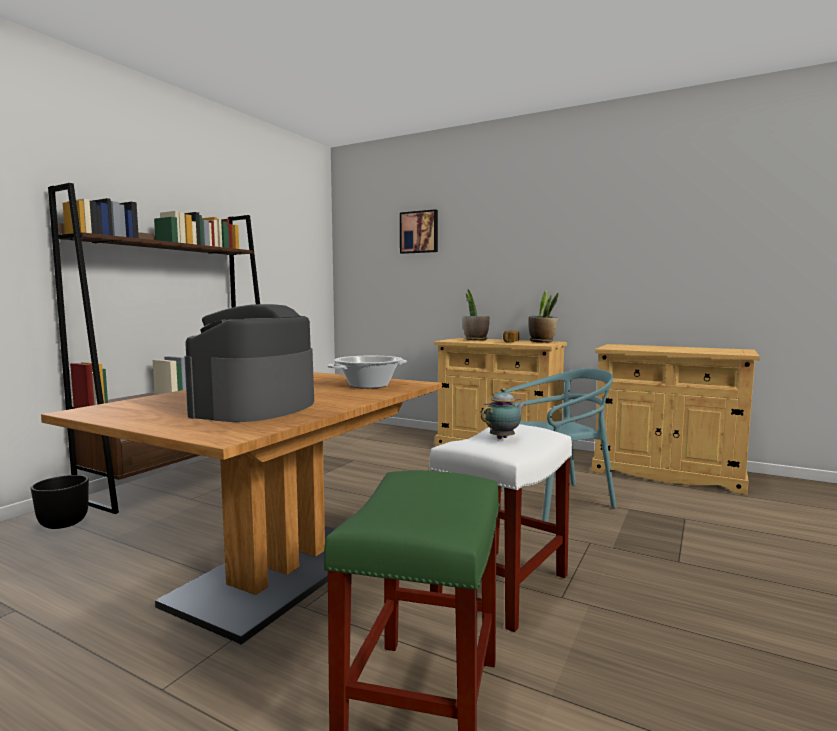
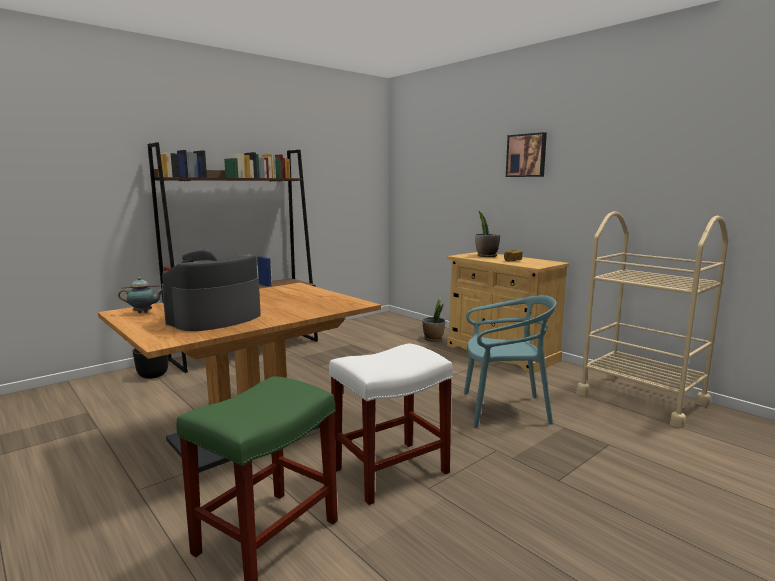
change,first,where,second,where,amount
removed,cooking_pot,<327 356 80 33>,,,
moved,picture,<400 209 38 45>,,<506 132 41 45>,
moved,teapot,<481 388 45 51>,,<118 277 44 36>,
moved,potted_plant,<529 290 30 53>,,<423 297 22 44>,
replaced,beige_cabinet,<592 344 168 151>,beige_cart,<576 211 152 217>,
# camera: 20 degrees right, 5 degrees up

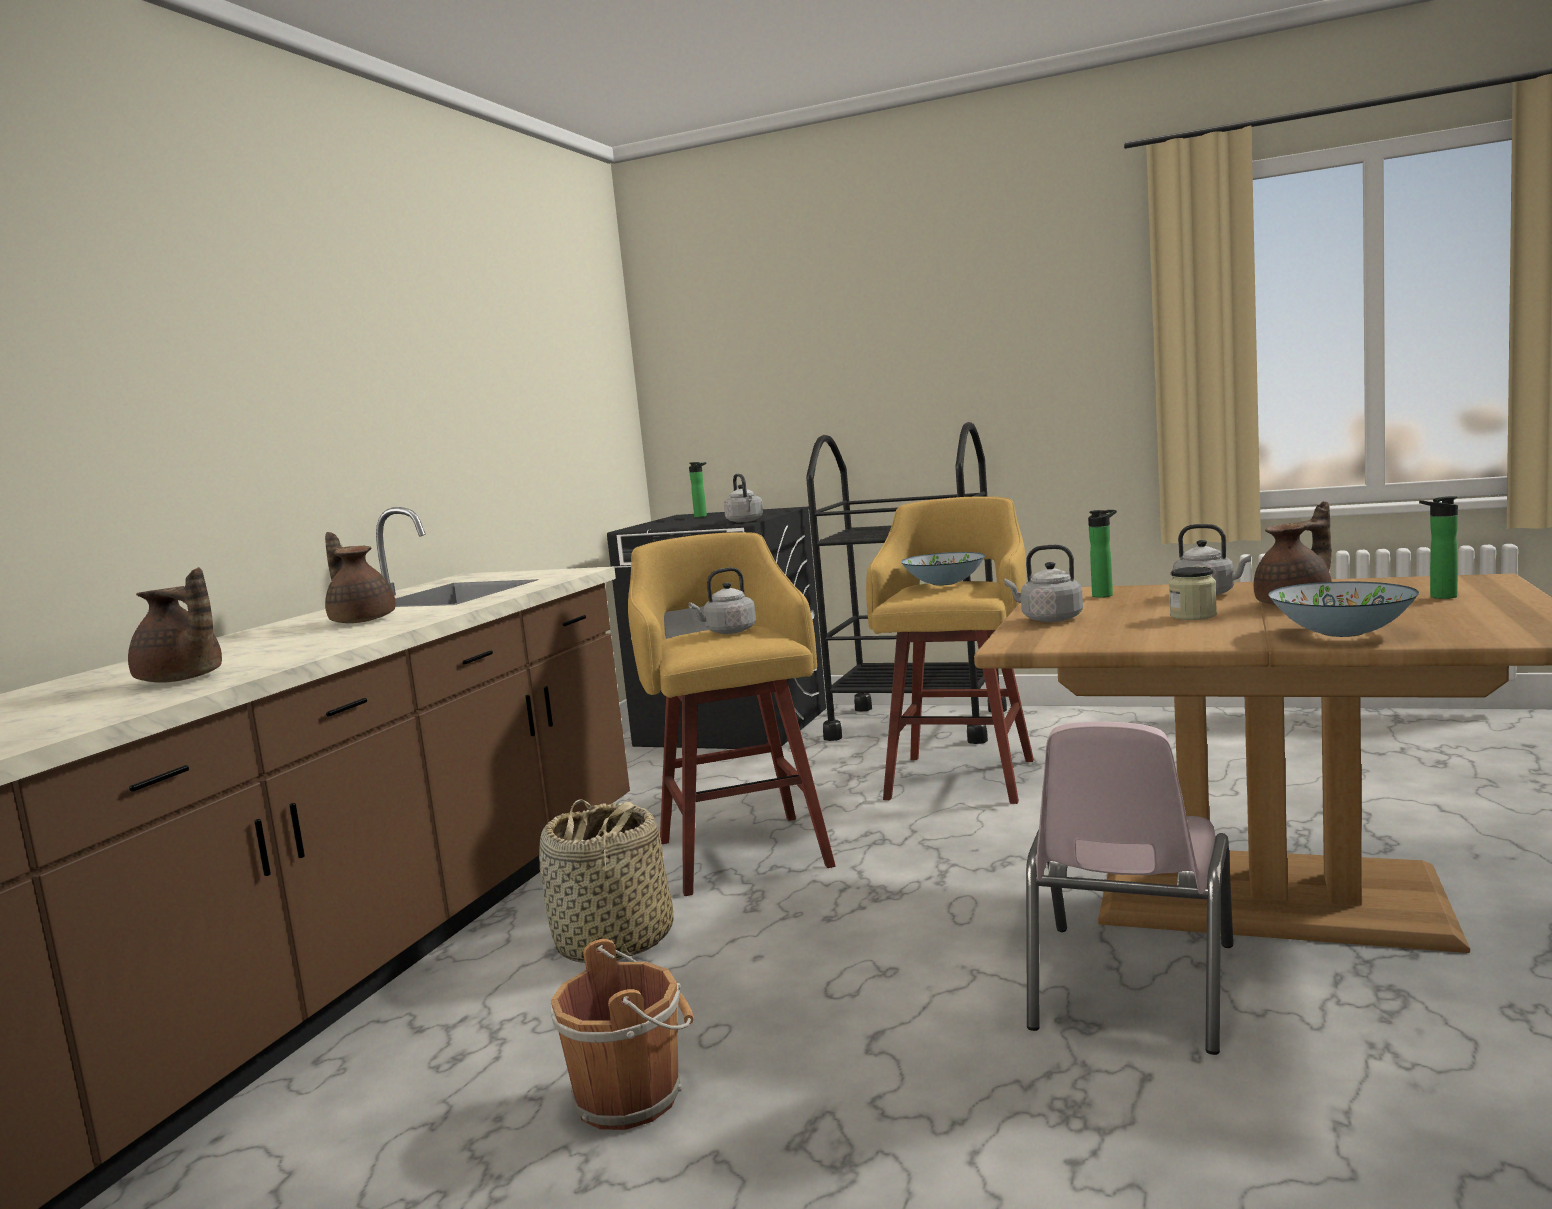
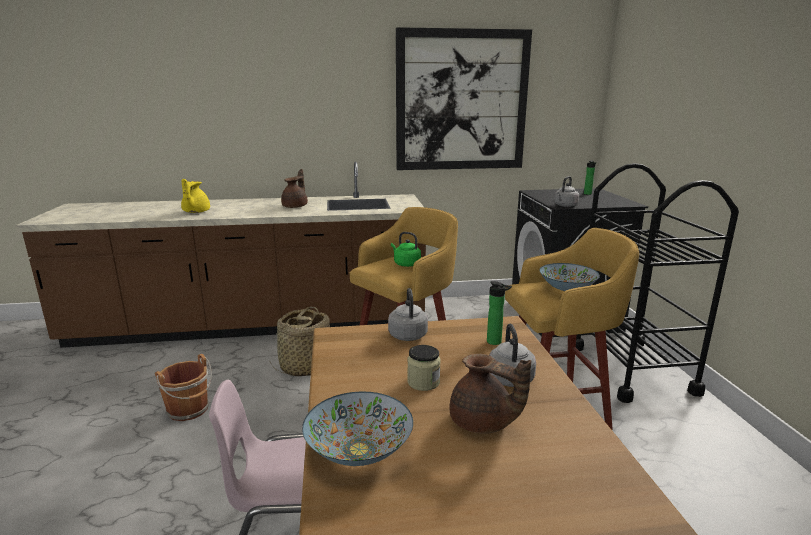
change,first,where,second,where,amount
recoloured,brown_teapot,<128 567 94 116>,yellow_teapot,<181 179 29 34>,
recoloured,grey_kettle,<688 567 68 67>,green_kettle,<391 232 30 35>,
removed,bottle,<1419 496 39 103>,,,
added,,,picture,<396 27 136 143>,
# camera: 60 degrees right, 10 degrees up

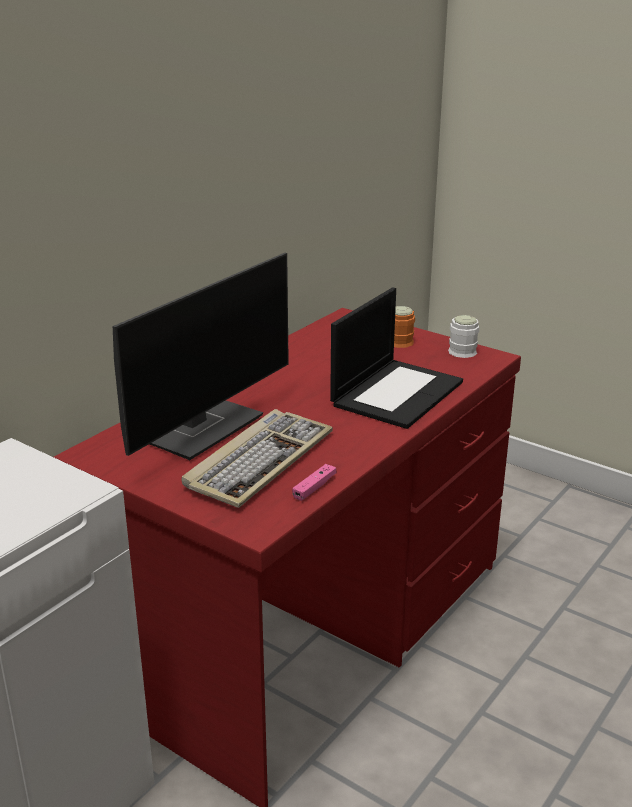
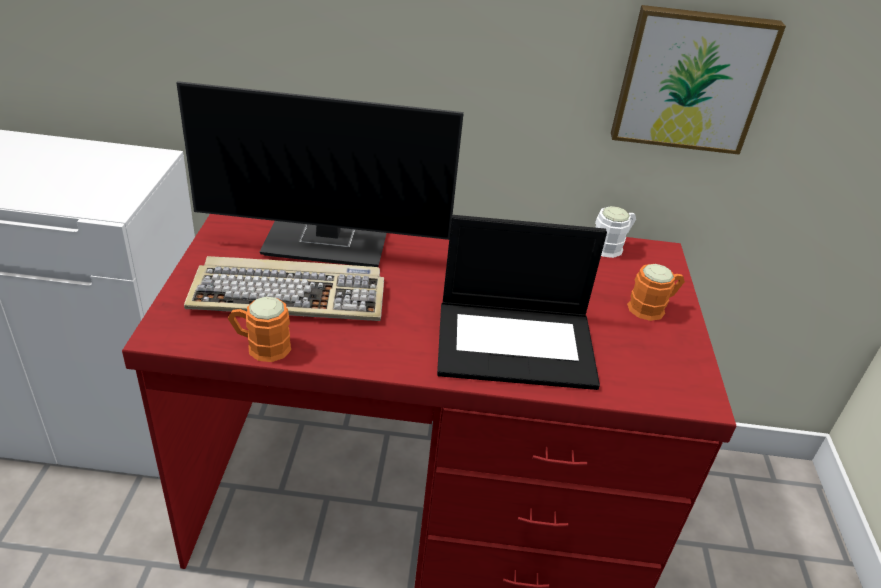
change,first,where,second,where,amount
replaced,pink_game_controller,<292 464 44 37>,orange_mug,<228 297 63 65>,
moved,white_mug,<448 315 31 43>,,<595 206 41 52>,
added,,,picture,<611 5 175 150>,
# camera: 55 degrees right, 10 degrees up

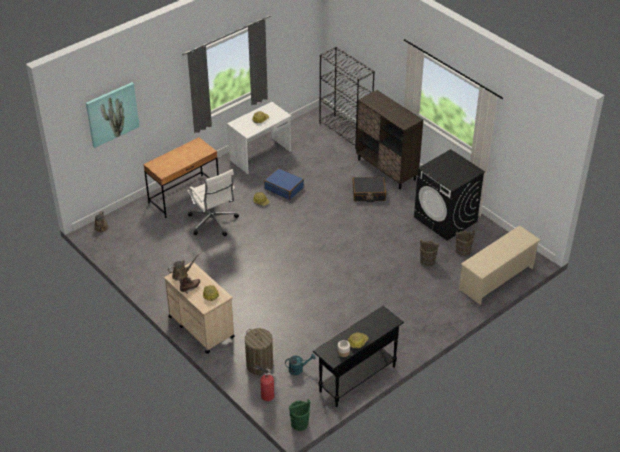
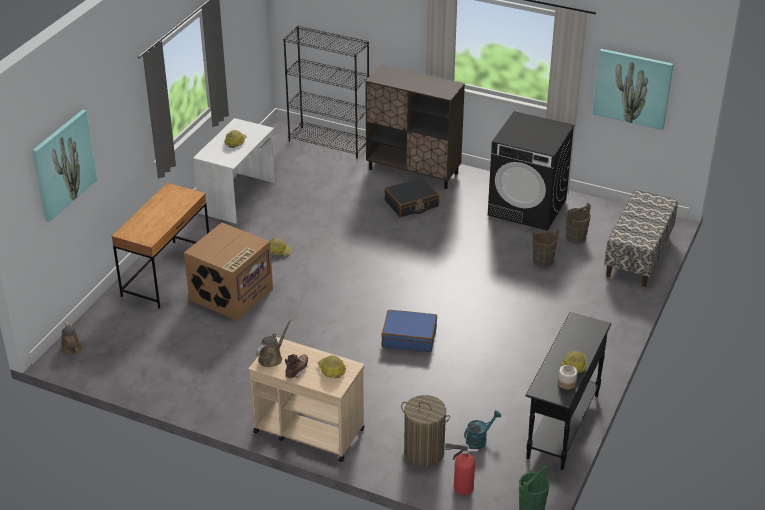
change,first,where,second,where,amount
replaced,white_office_chair,<187 169 52 67>,cardboard_box,<184 223 89 98>,
moved,blue_suitcase,<264 168 40 32>,,<381 310 56 42>,
replaced,beige_shoe_rack,<459 225 81 80>,bench,<604 190 74 97>,
added,,,picture,<593 49 80 81>,
# camera: 25 degrees left, 5 degrees down

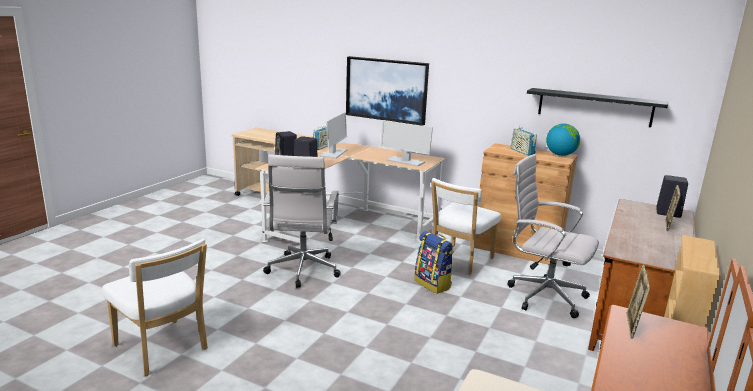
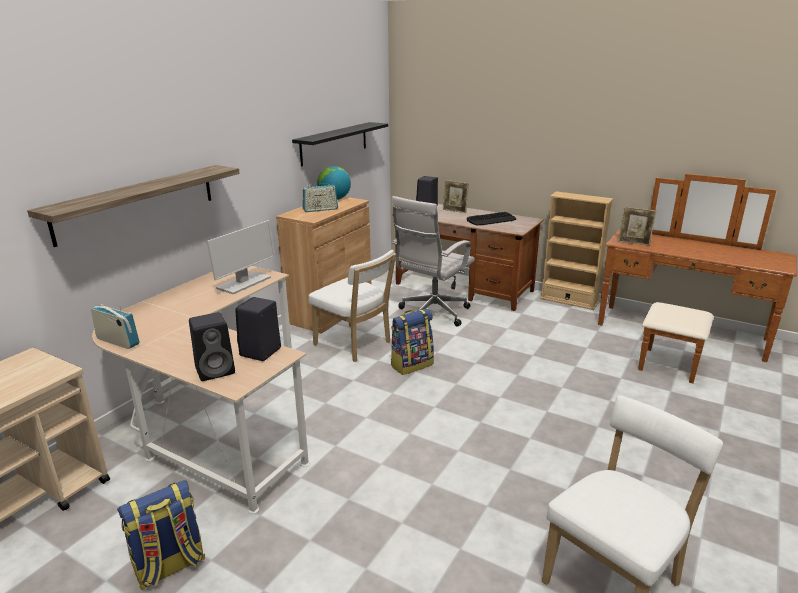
change,first,where,second,where,amount
removed,white_office_chair,<263 154 78 134>,,,
removed,monitor,<320 112 27 47>,,,
replaced,picture,<346 56 83 70>,shelf,<27 165 213 82>,
added,,,backpack,<117 480 88 110>,
added,,,keyboard,<466 212 50 13>,
# camera: 85 degrees left, 5 degrees up

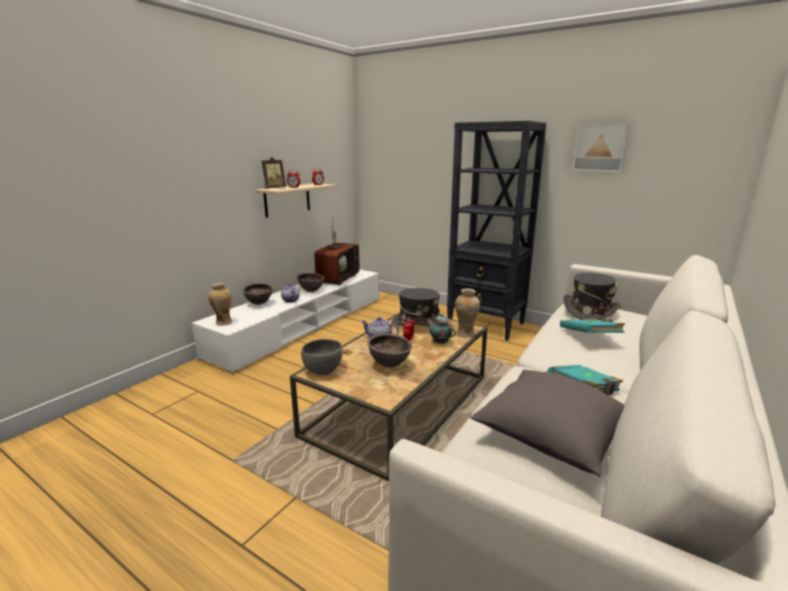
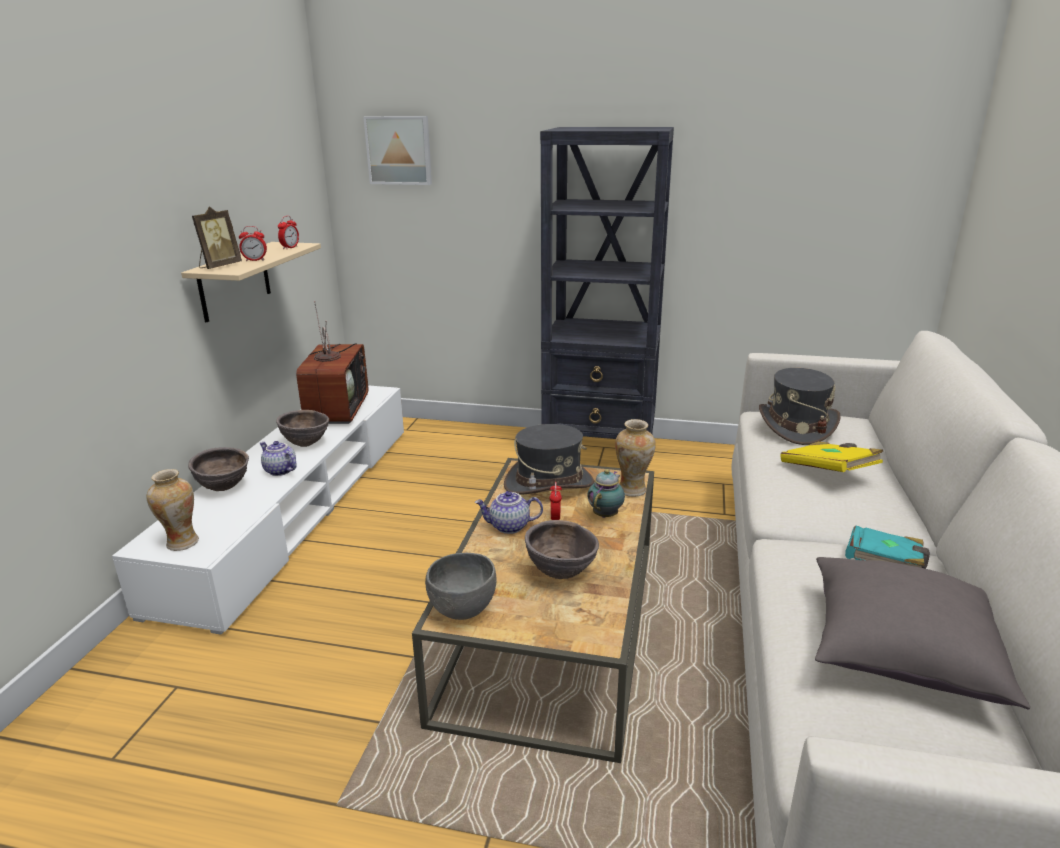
change,first,where,second,where,amount
turned,teapot,<426 313 30 32>,,<587 469 38 49>,90 degrees clockwise
recoloured,turquoise_book,<560 318 65 15>,yellow_book,<780 441 104 31>,
moved,picture,<572 122 58 50>,,<363 116 69 69>,
# camera: 20 degrees left, 5 degrees up

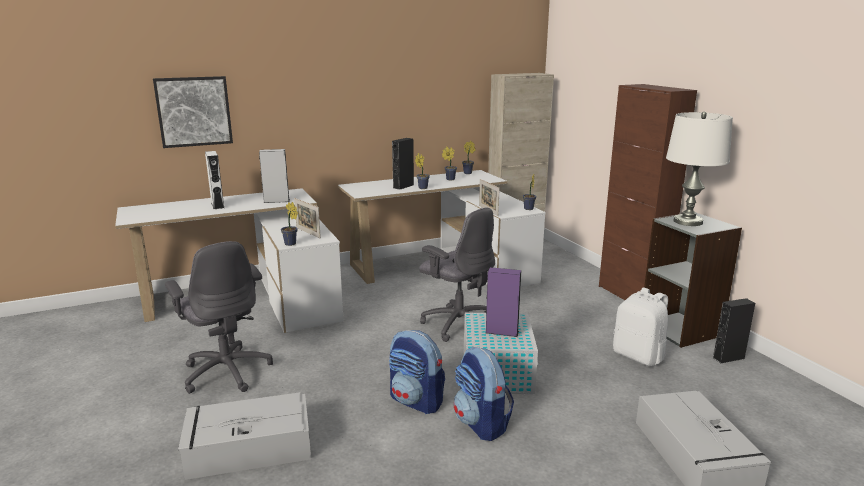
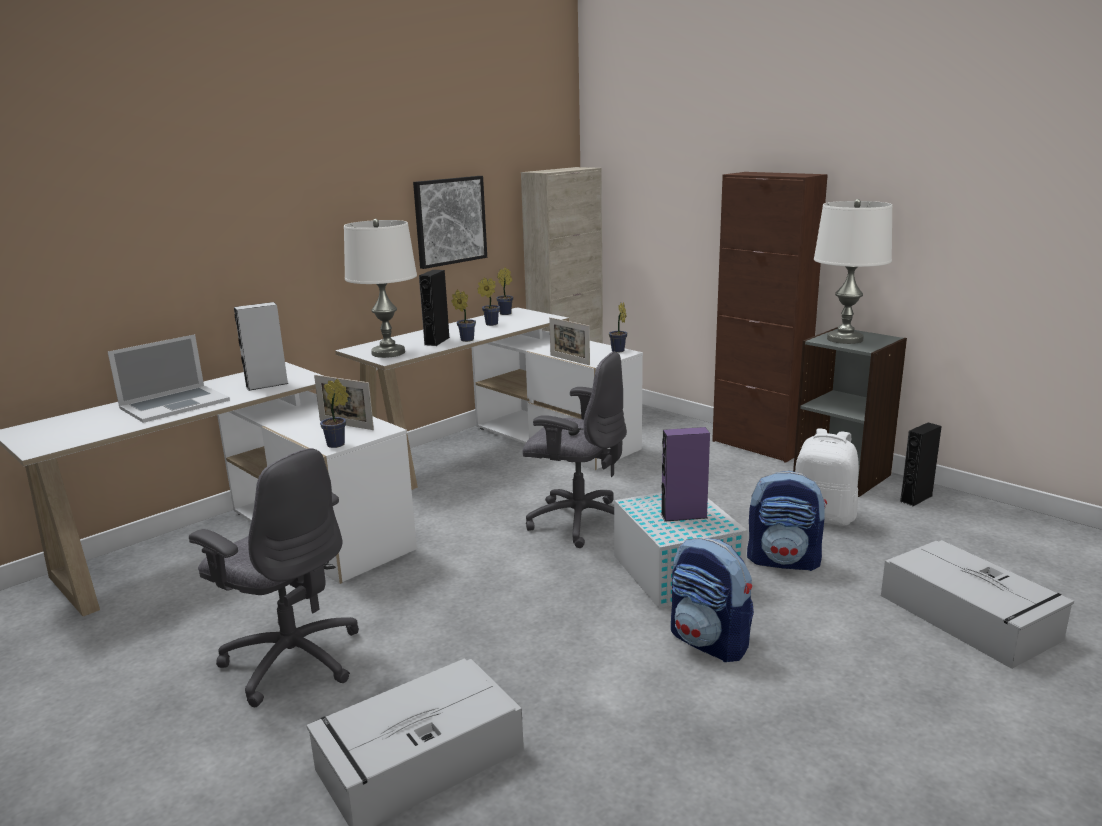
change,first,where,second,where,amount
moved,picture,<153 76 80 72>,,<413 176 74 93>,
replaced,white_speaker,<205 151 19 58>,laptop,<108 334 122 89>,
moved,backpack,<389 330 56 84>,,<747 471 80 100>,
added,,,white_table_lamp,<344 219 73 139>,
# camera: 20 degrees left, 0 degrees up

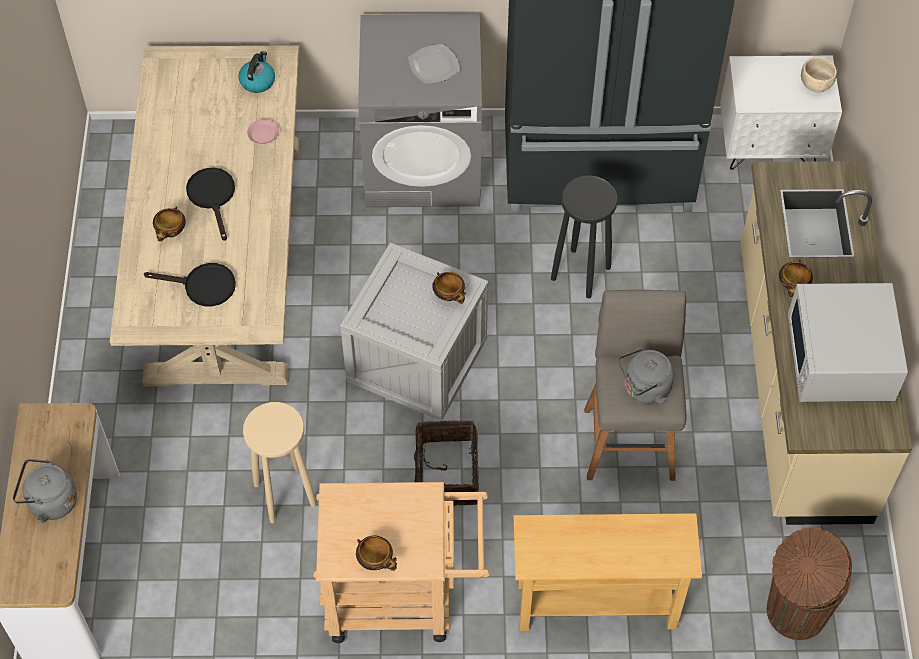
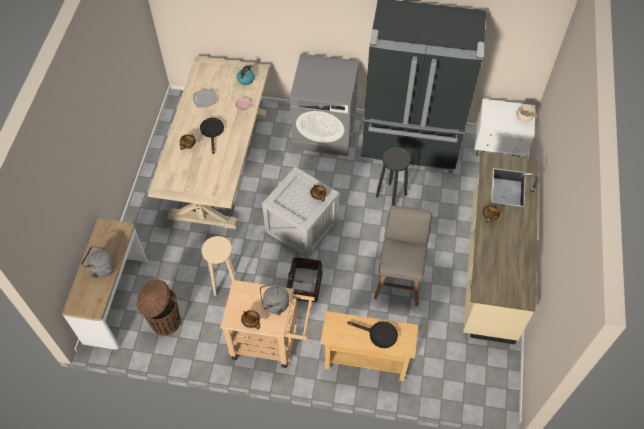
change,first,where,second,where,amount
moved,black_frying_pan,<144 263 92 43>,,<347 321 51 27>,
moved,plate,<408 44 52 40>,,<193 89 23 19>,
moved,grey_kettle,<618 348 56 57>,,<260 284 29 31>,
moved,brown_trash_can,<767 527 85 113>,,<137 279 44 57>,
removed,white_microwave,<788 283 120 119>,,,
# camera: 10 degrees right, 0 degrees up

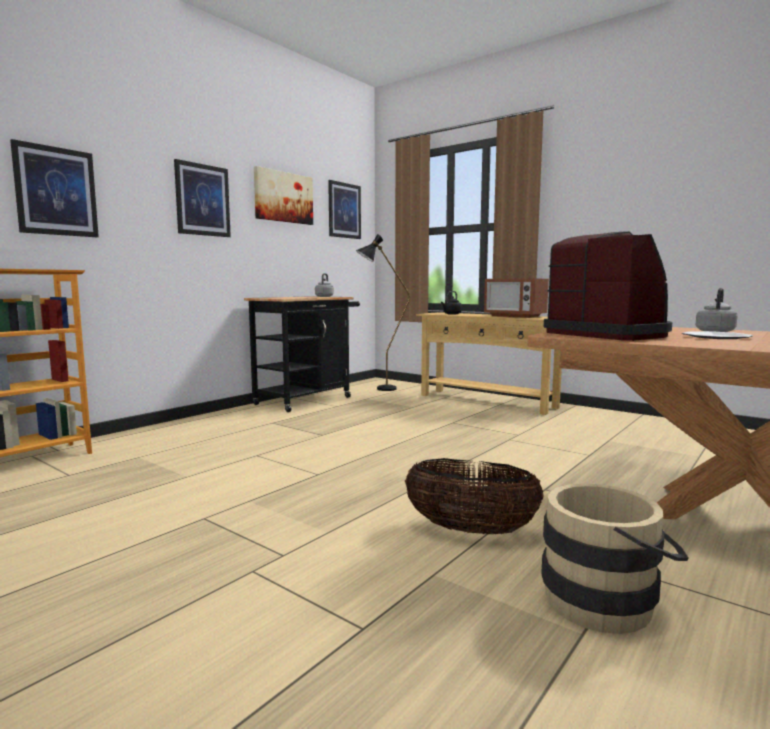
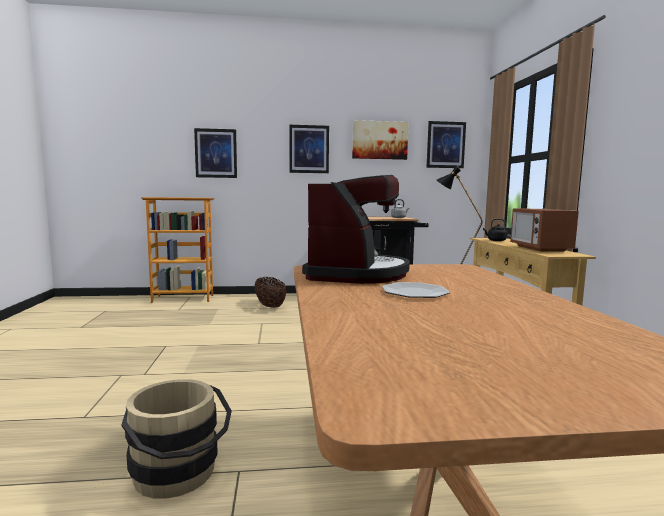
change,first,where,second,where,amount
moved,basket,<405 458 139 77>,,<254 277 32 31>,
removed,grey_kettle,<695 288 42 44>,,,
# camera: 45 degrees right, 0 degrees up

